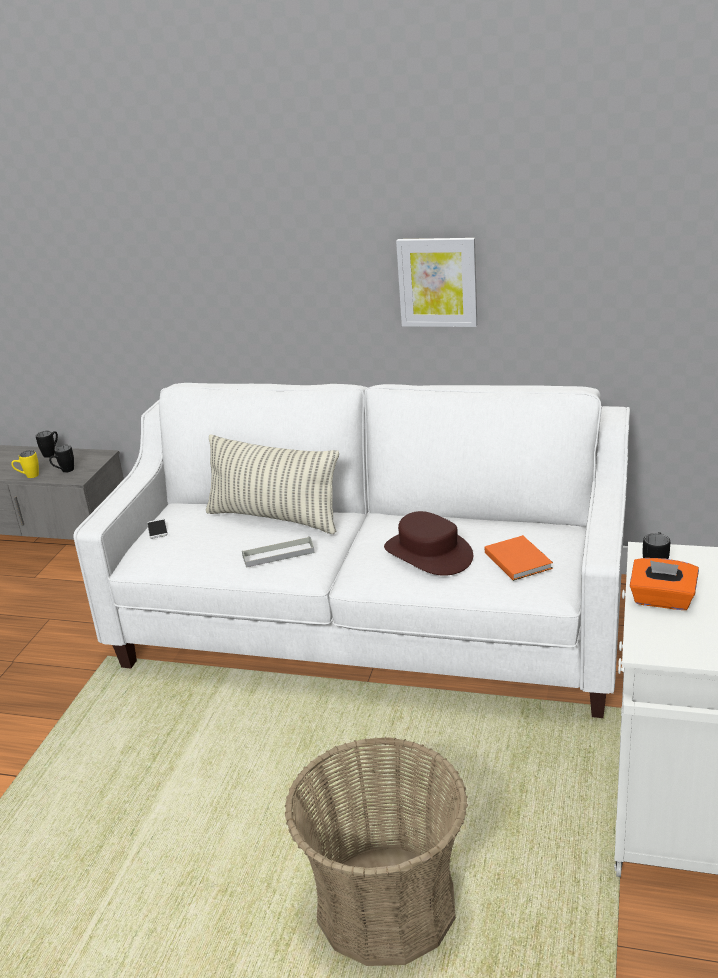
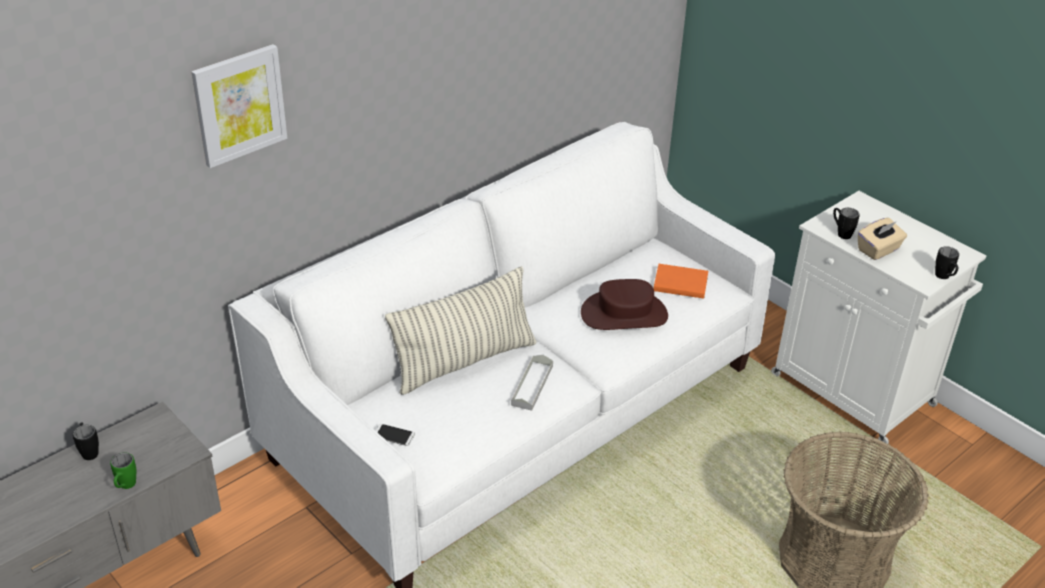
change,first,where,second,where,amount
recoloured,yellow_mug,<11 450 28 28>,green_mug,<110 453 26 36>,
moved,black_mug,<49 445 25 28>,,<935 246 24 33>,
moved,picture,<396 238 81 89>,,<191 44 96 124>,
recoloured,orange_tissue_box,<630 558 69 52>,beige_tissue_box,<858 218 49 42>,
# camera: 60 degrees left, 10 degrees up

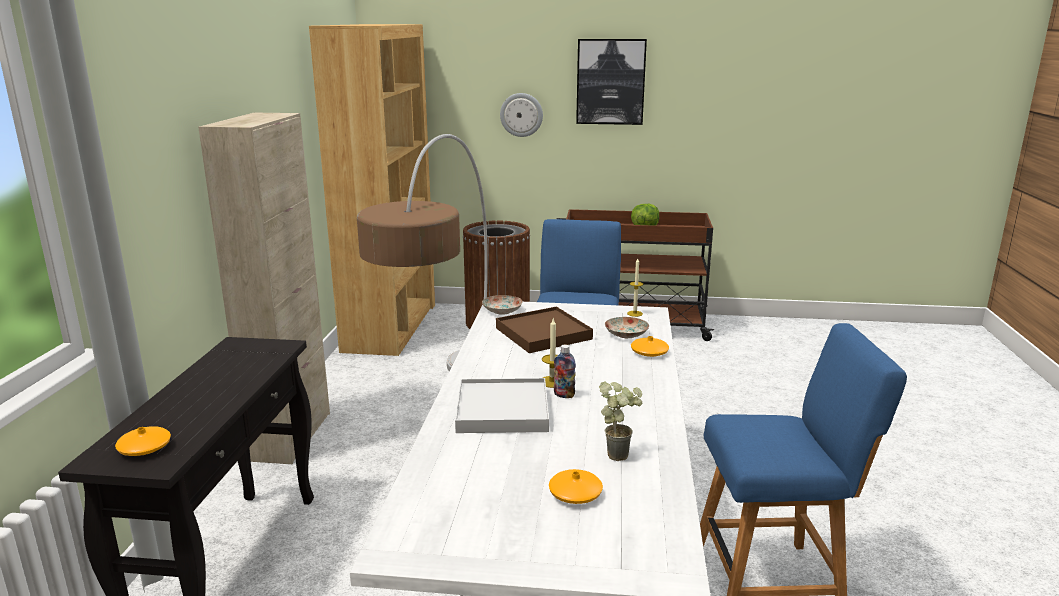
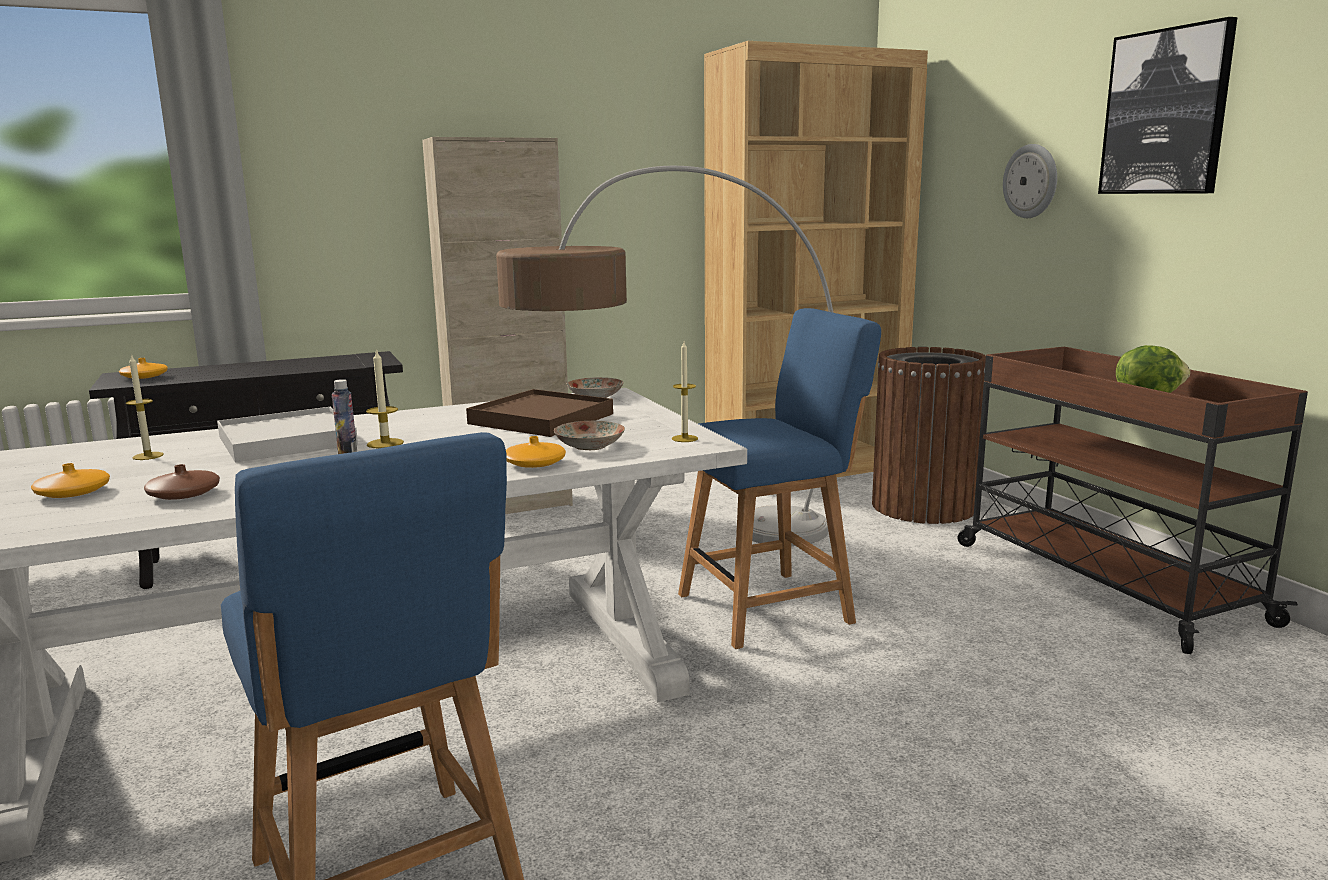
change,first,where,second,where,amount
replaced,potted_plant,<599 381 44 80>,brown_vase,<144 464 76 36>,
added,,,candle,<126 354 38 106>,
# camera: 60 degrees right, 5 degrees down

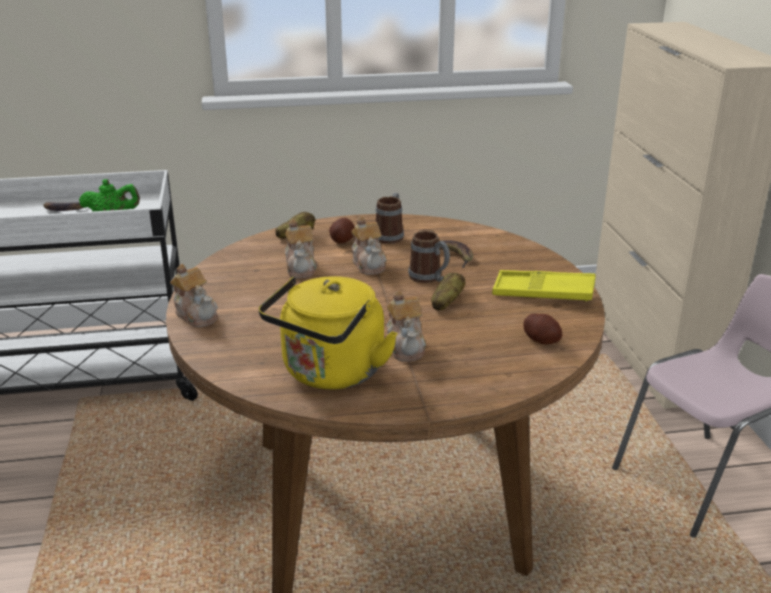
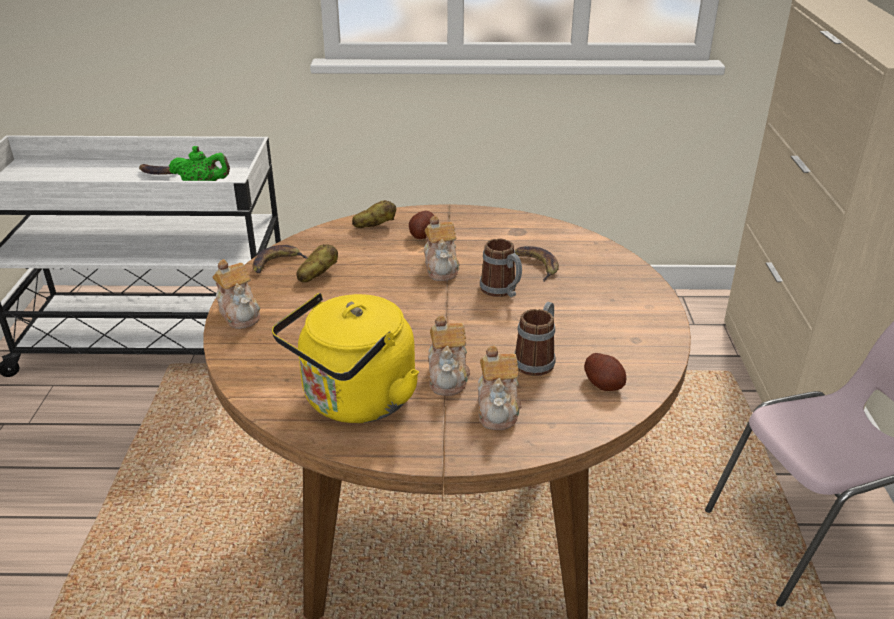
change,first,where,second,where,amount
moved,teapot,<285 219 33 59>,,<478 345 43 85>,
moved,mug,<376 193 28 51>,,<514 302 42 74>,
moved,potato,<431 273 34 37>,,<297 244 41 38>,
removed,yellow_tray,<492 270 104 31>,,,
added,,,banana,<252 245 55 28>,
# camera: 10 degrees right, 5 degrees up

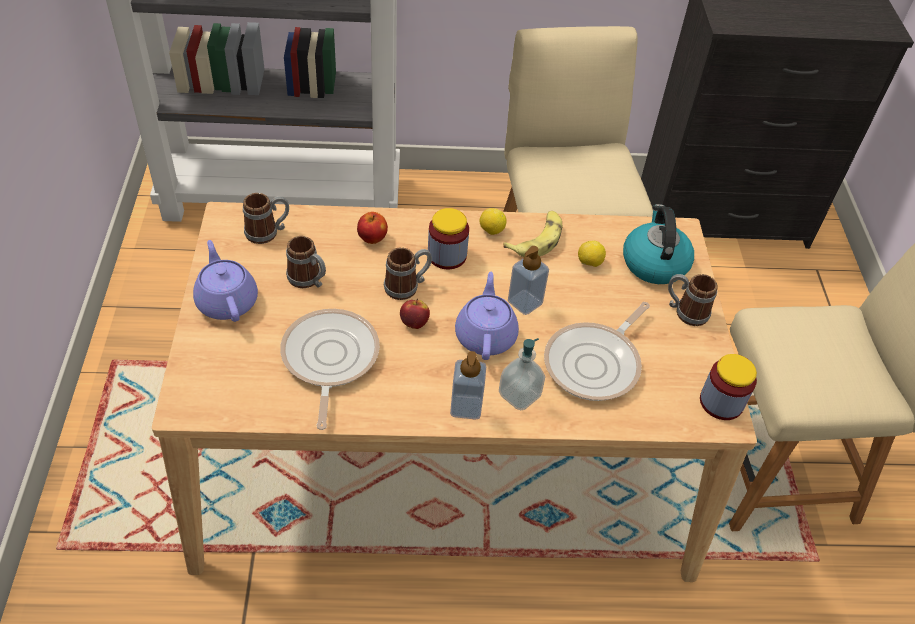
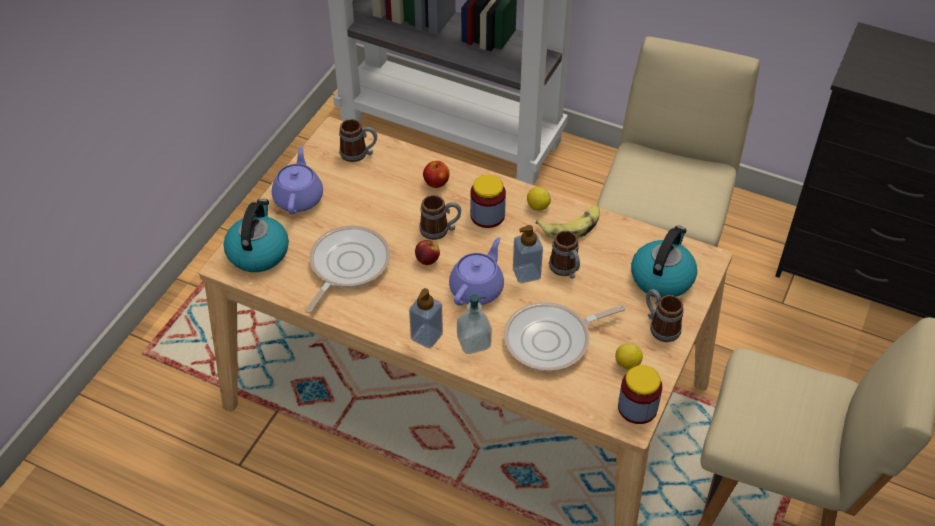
change,first,where,second,where,amount
moved,mug,<286 236 40 52>,,<549 230 31 49>,
moved,lemon,<578 241 28 26>,,<615 343 28 27>,
added,,,kettle,<224 199 65 73>,
# camera: 30 degrees right, 0 degrees up

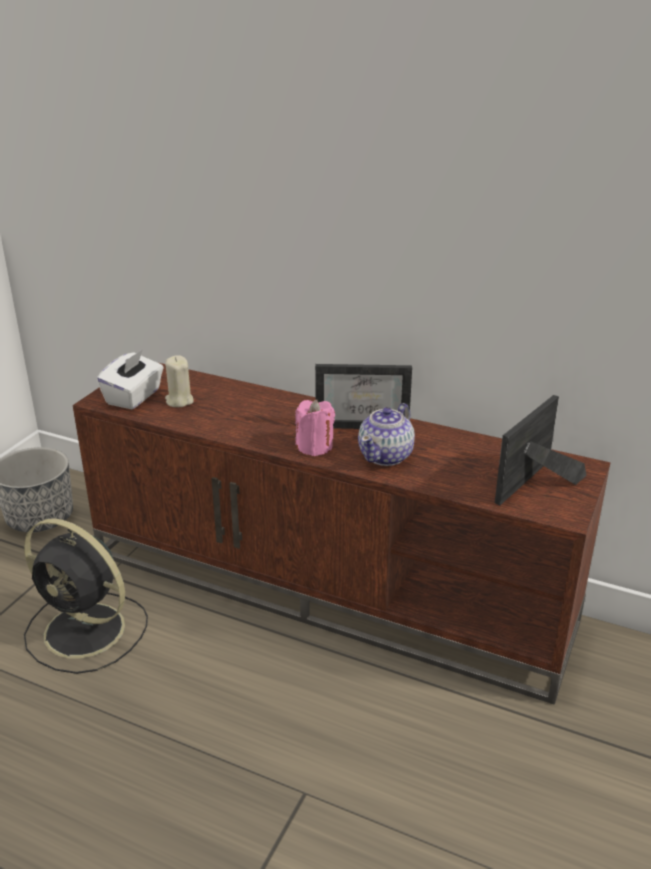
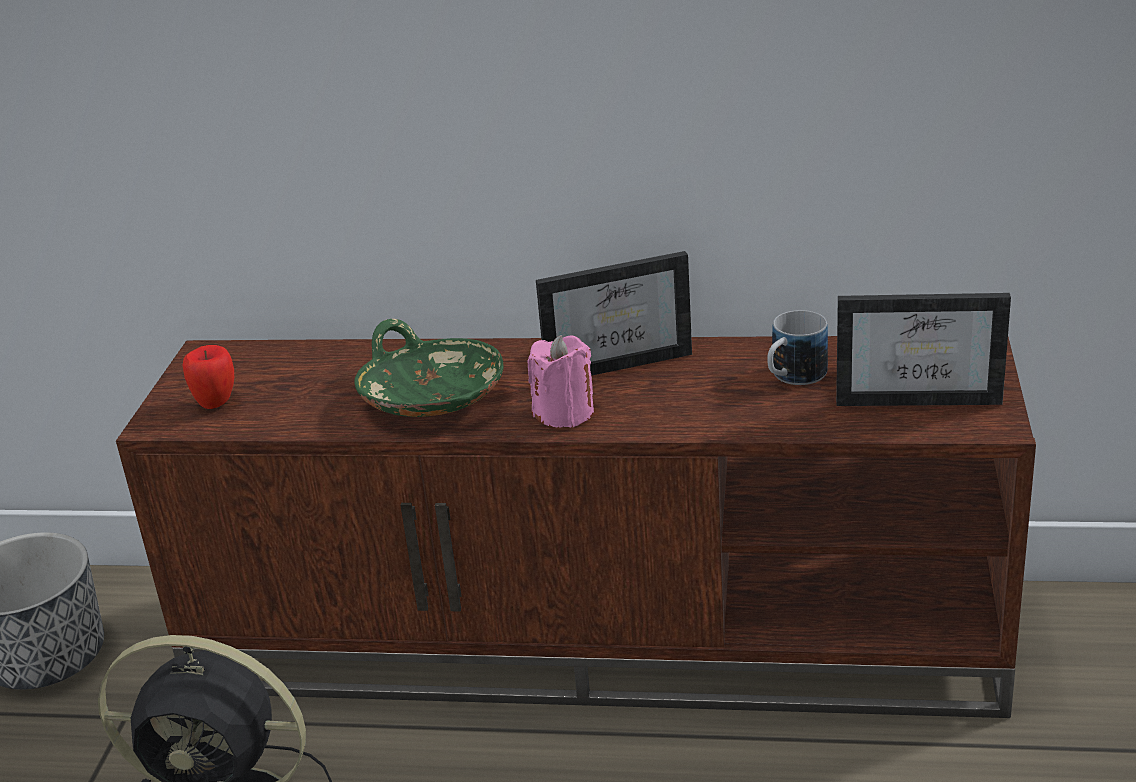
change,first,where,second,where,amount
replaced,white_tissue_box,<97 350 67 59>,apple,<182 345 52 64>,
removed,beige_candle,<165 355 29 52>,,,
removed,teapot,<358 403 57 63>,,,
turned,picture_frame,<495 395 92 110>,,<836 293 175 113>,105 degrees counterclockwise
added,,,green_bowl,<354 319 149 98>,
added,,,mug,<767 310 61 75>,
# camera: 15 degrees left, 0 degrees up

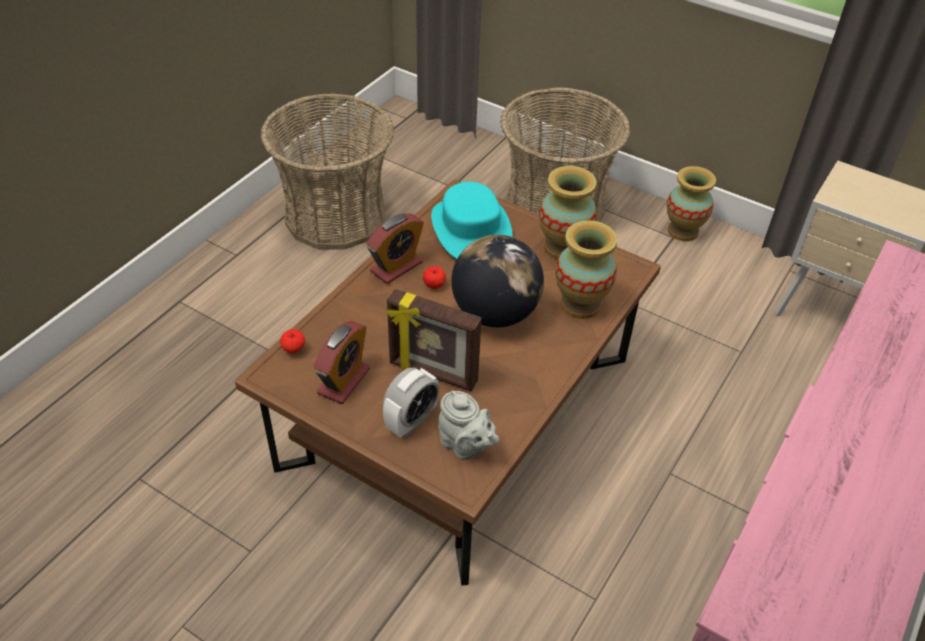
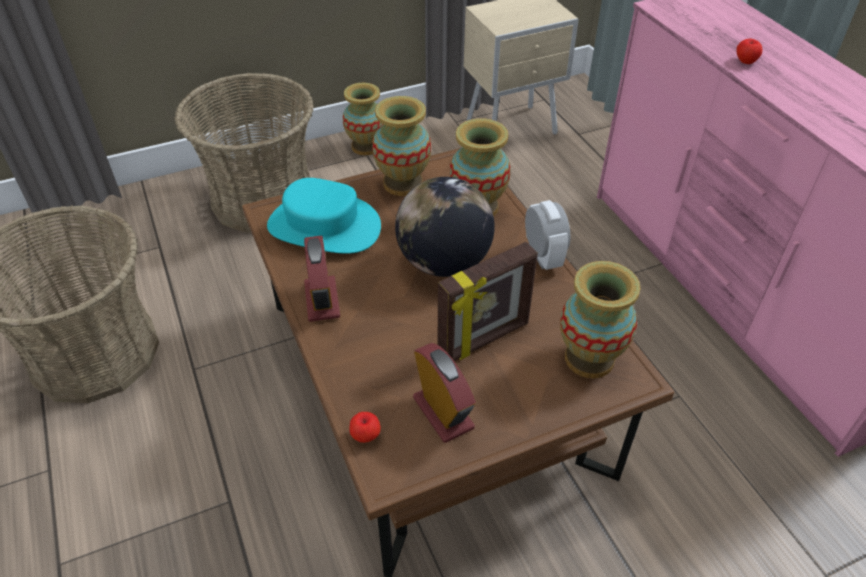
change,first,where,second,where,amount
moved,alarm_clock,<383 367 56 71>,,<525 200 46 70>,
moved,apple,<423 266 23 23>,,<736 39 26 25>,
replaced,grey_teapot,<438 391 61 69>,vase,<560 261 80 117>,
# camera: 55 degrees left, 0 degrees up

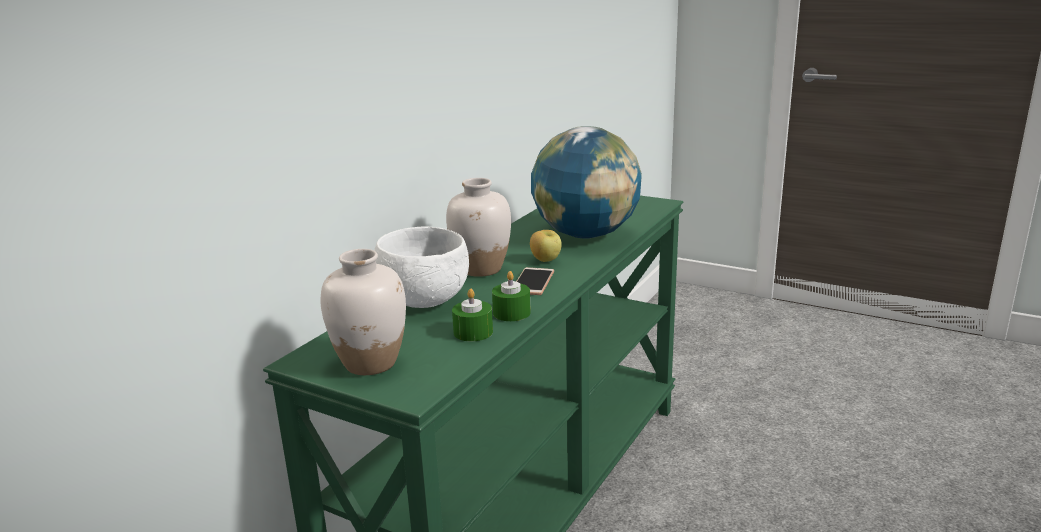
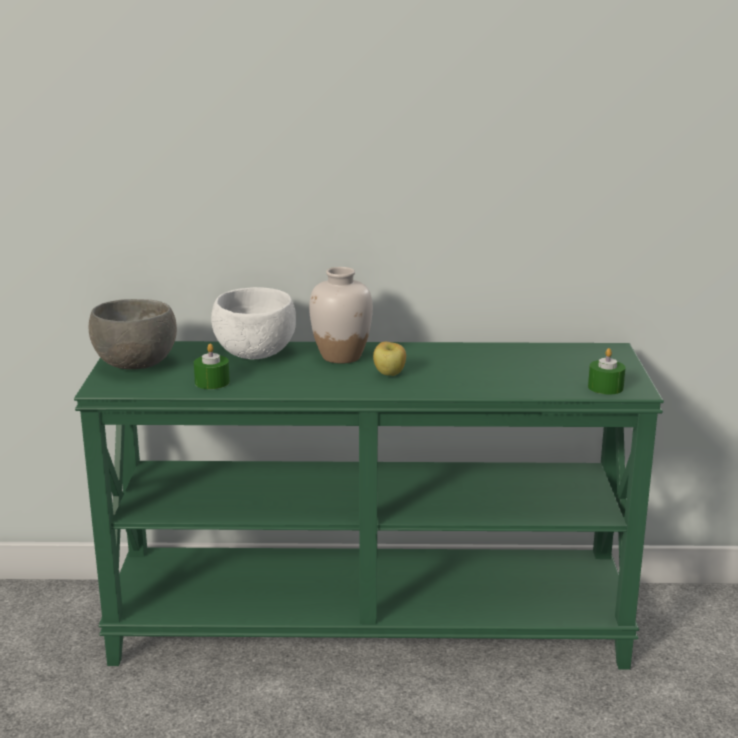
change,first,where,second,where,amount
replaced,white_vase,<320 249 86 126>,grey_bowl,<89 299 88 70>,
moved,green_candle,<492 271 39 50>,,<588 348 37 46>,
removed,phone,<516 267 38 28>,,,
removed,globe,<531 126 111 112>,,,
# camera: 60 degrees right, 0 degrees up

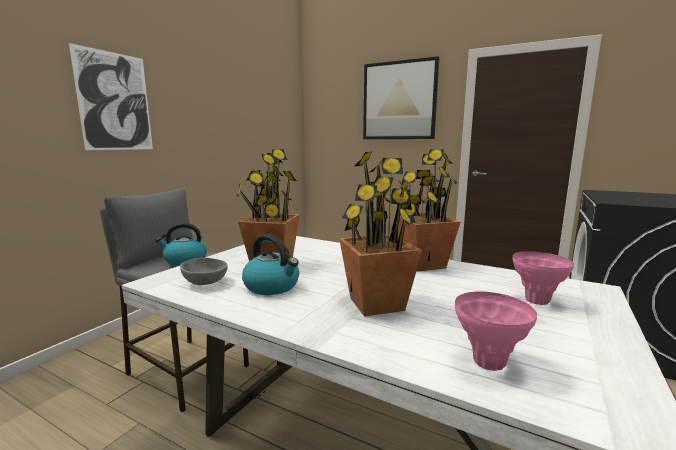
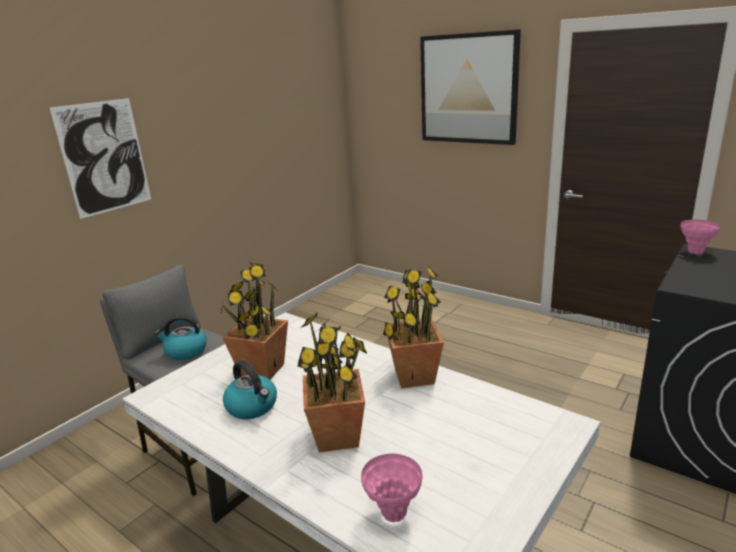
change,first,where,second,where,amount
removed,grey_bowl,<180 258 47 27>,,,
moved,pink_vase,<513 251 61 54>,,<680 219 41 35>,
# camera: 10 degrees right, 10 degrees up

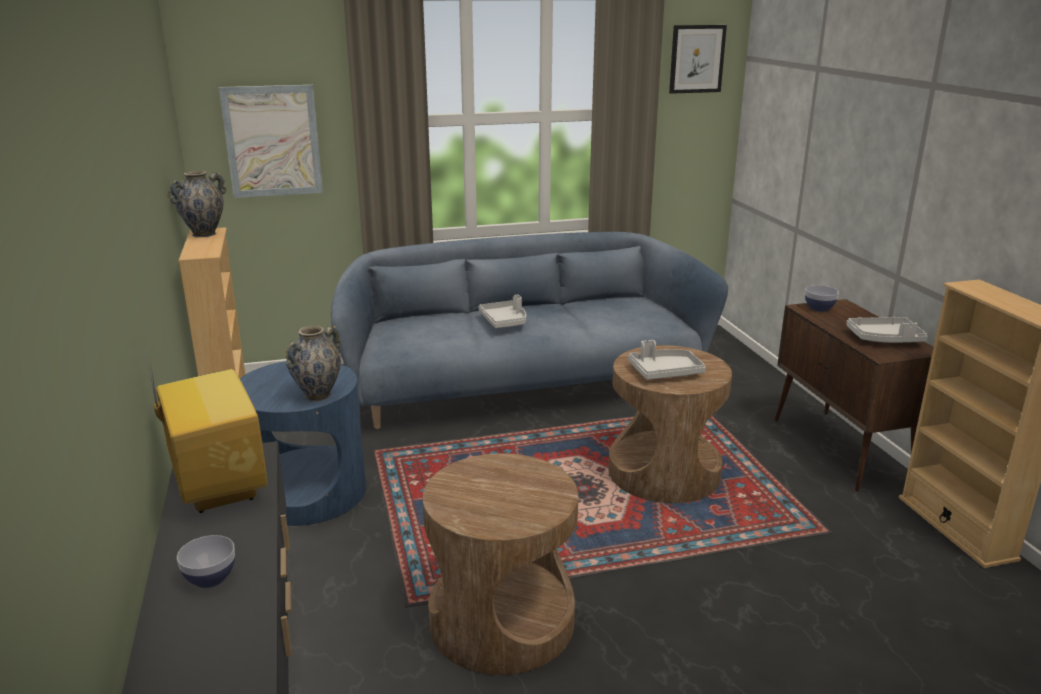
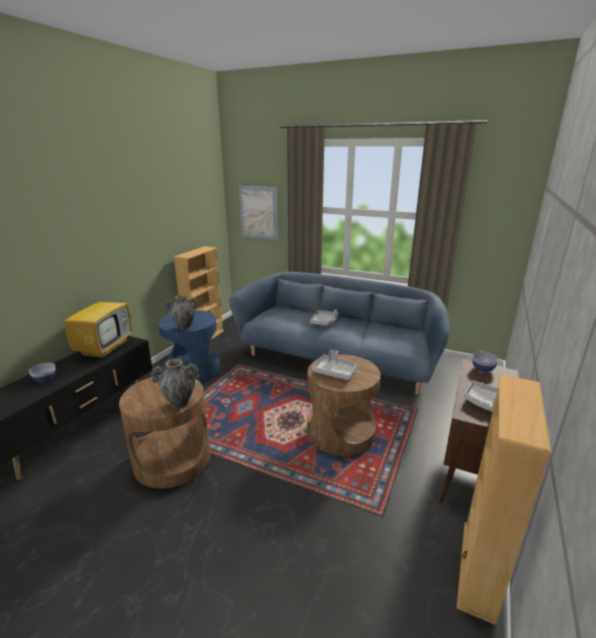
change,first,where,second,where,amount
moved,vase,<169 171 57 66>,,<151 359 49 50>,
removed,picture,<669 25 58 69>,,,
# camera: 40 degrees right, 0 degrees up

